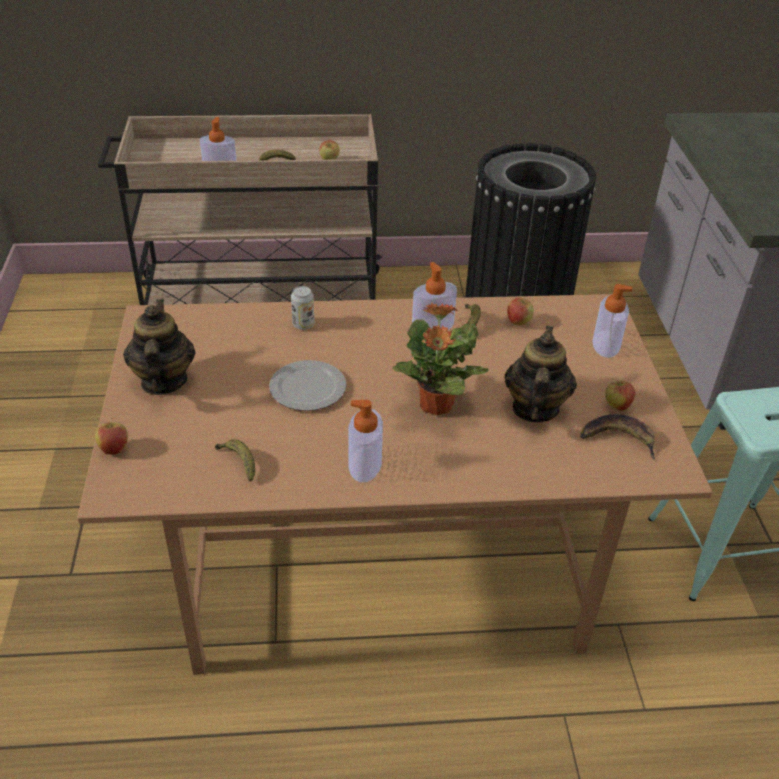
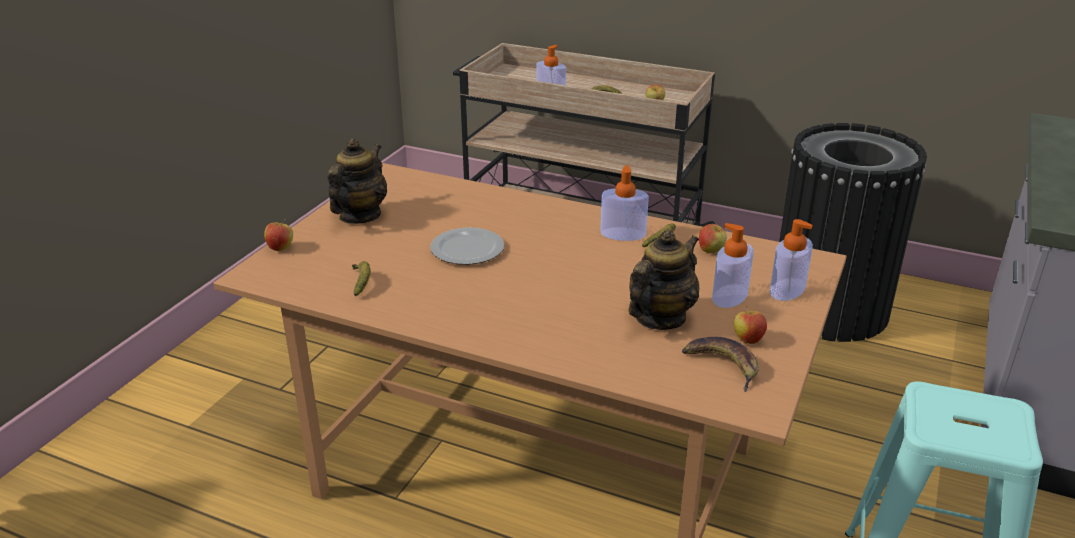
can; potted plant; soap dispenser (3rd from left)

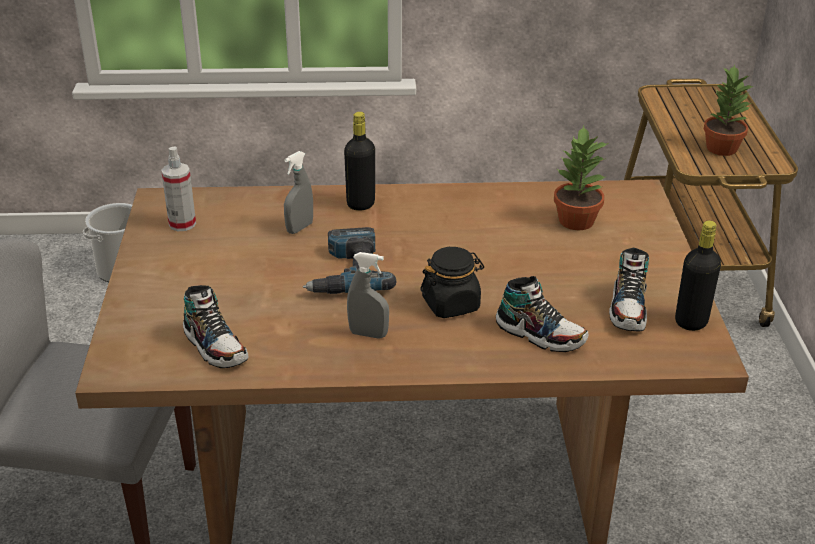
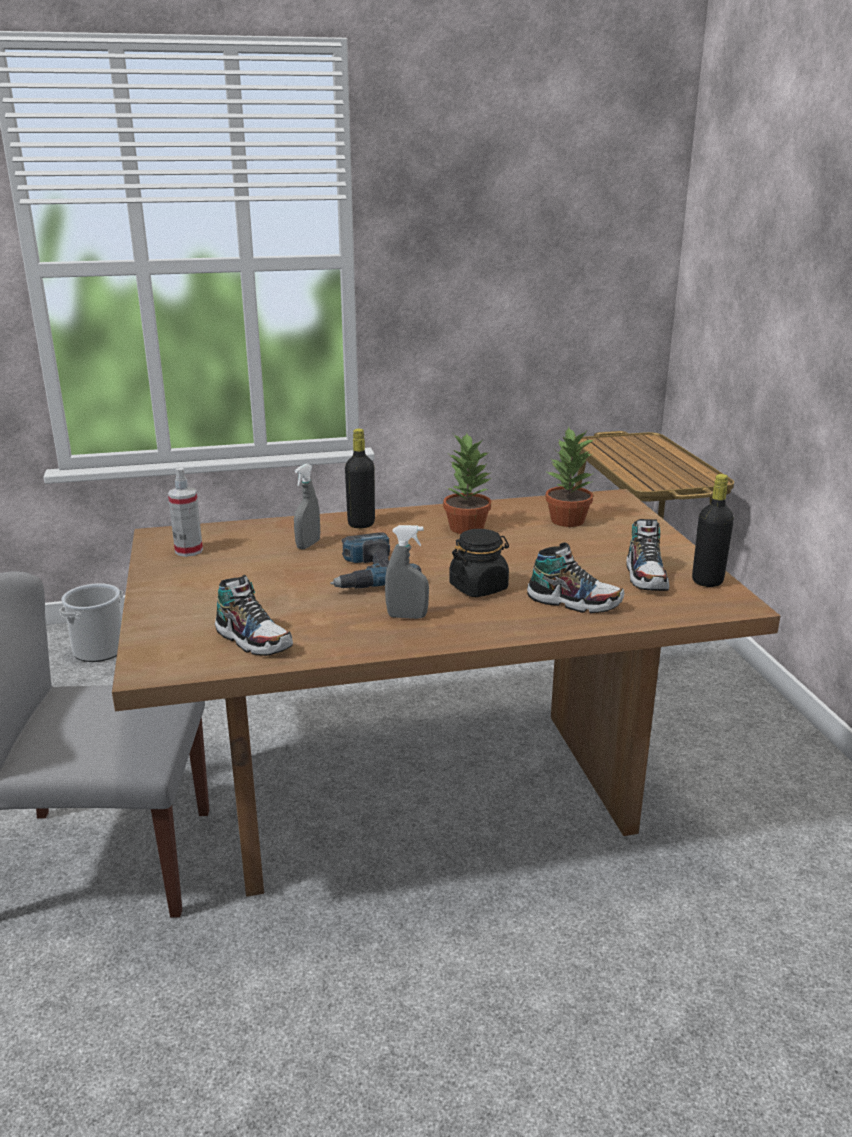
potted plant (1st from left)

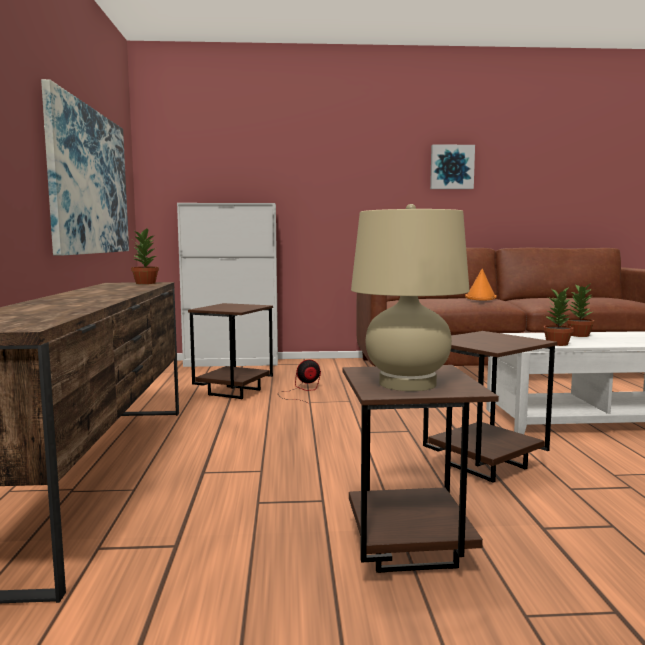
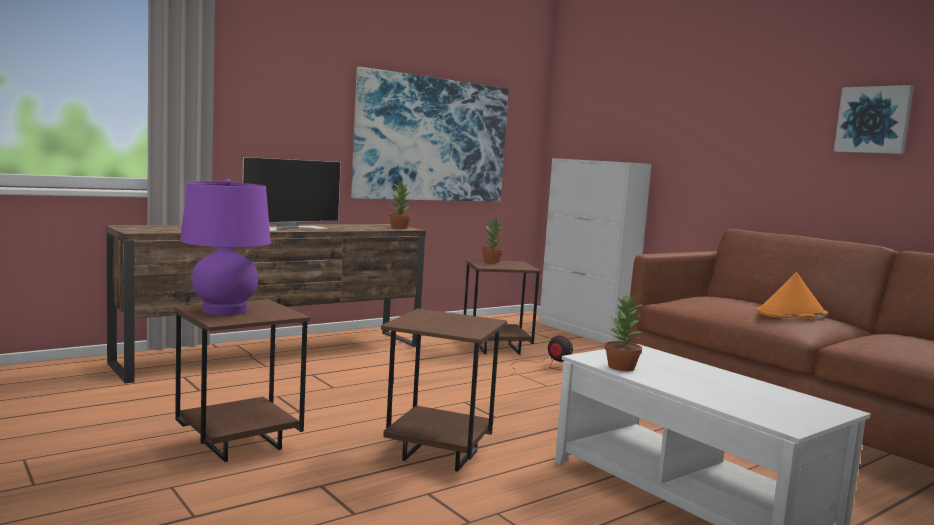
television; potted plant (2nd from left); purple table lamp

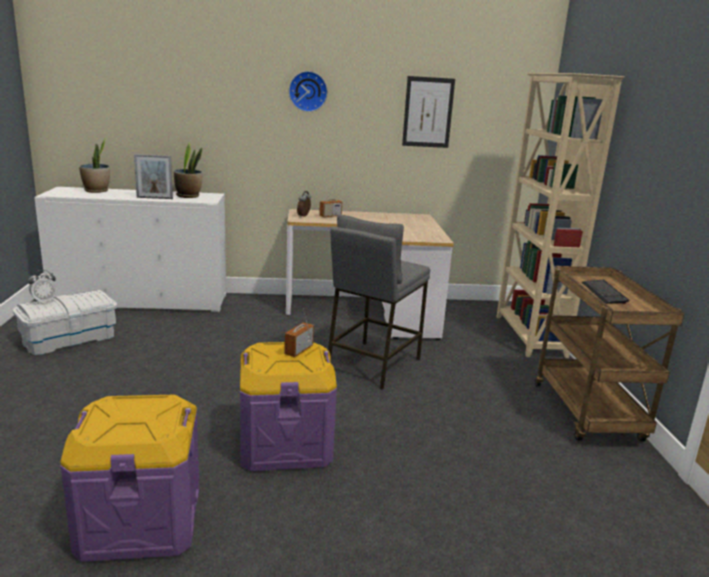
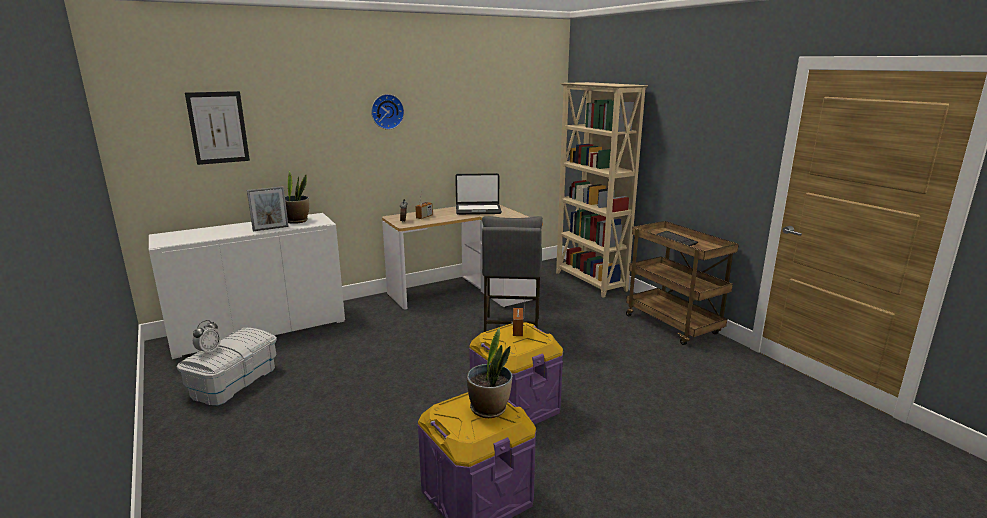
laptop; potted plant (2nd from left); picture

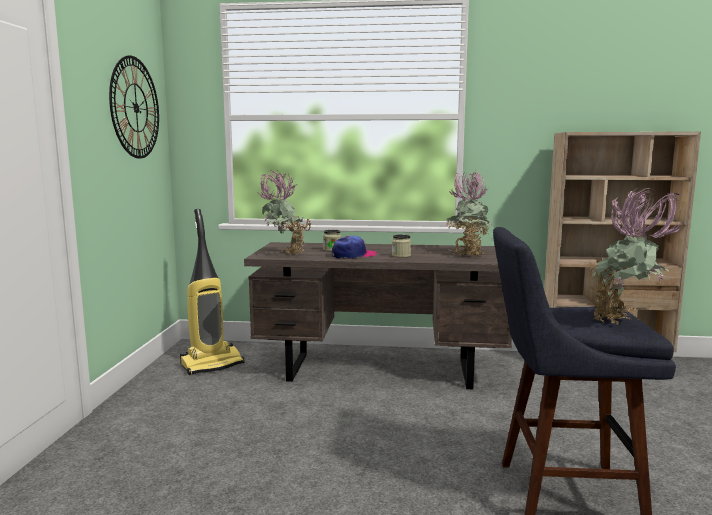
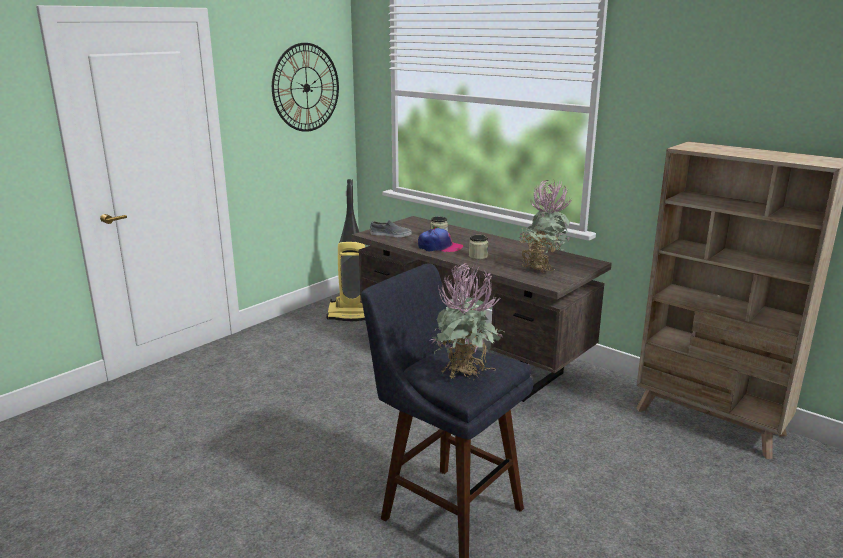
grey shoe

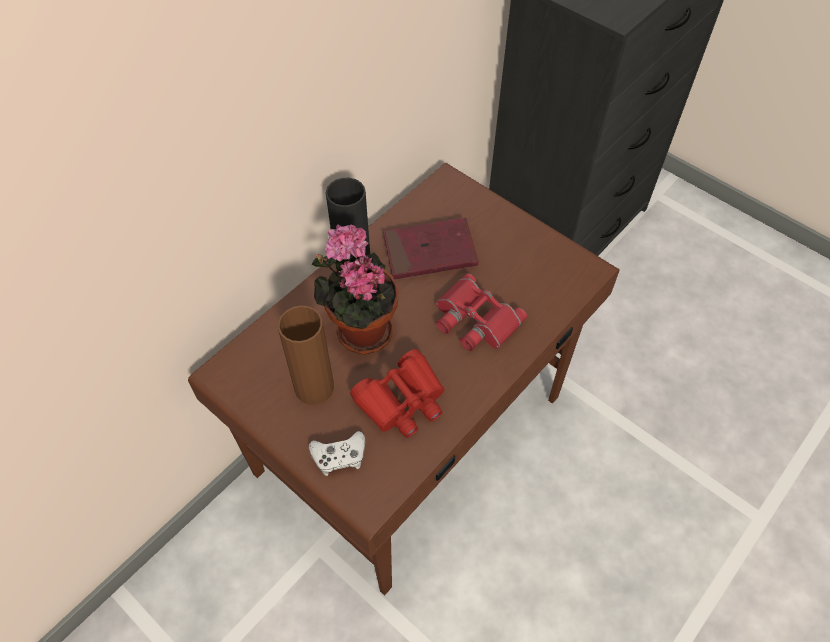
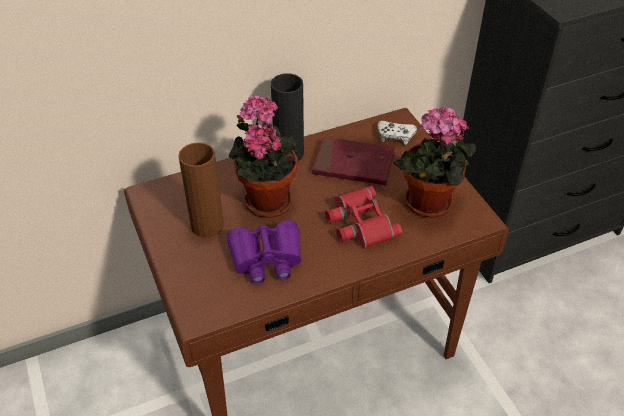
potted plant (2nd from left); white game controller; purple binoculars

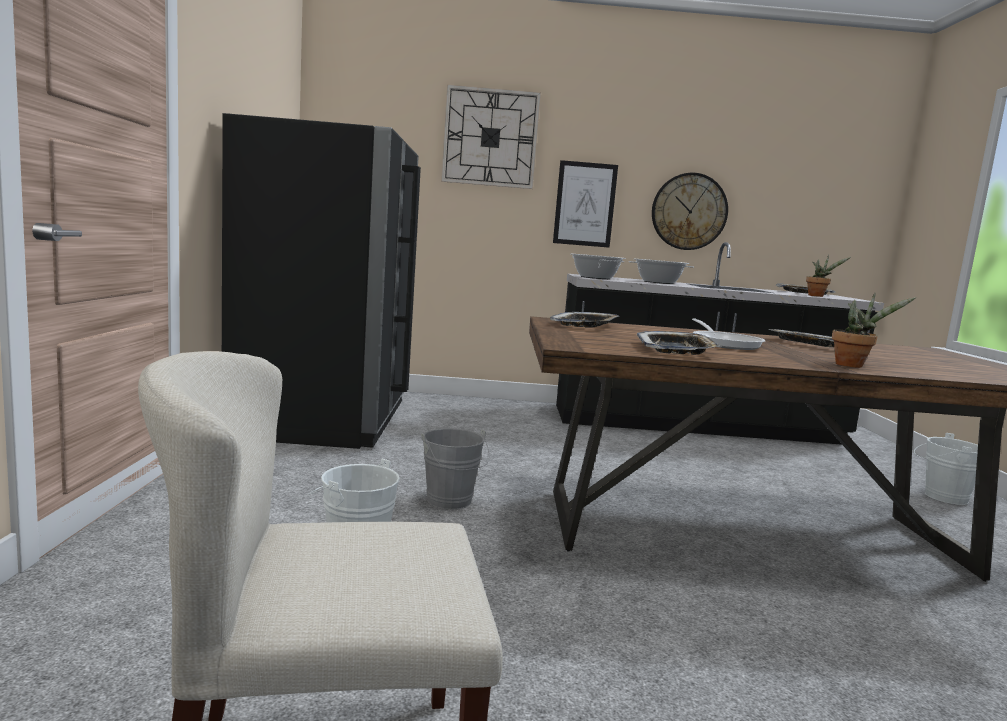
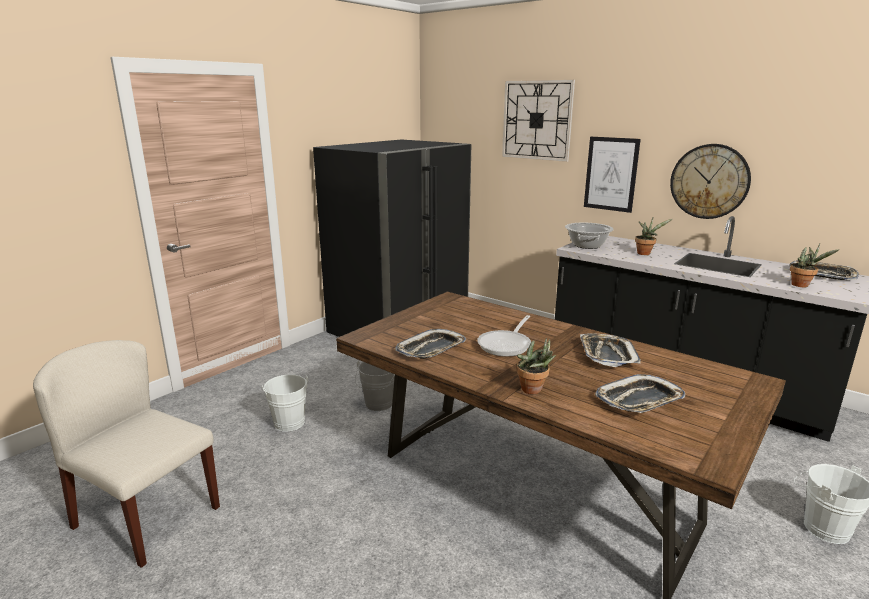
tray (3rd from left); potted plant (2nd from left)

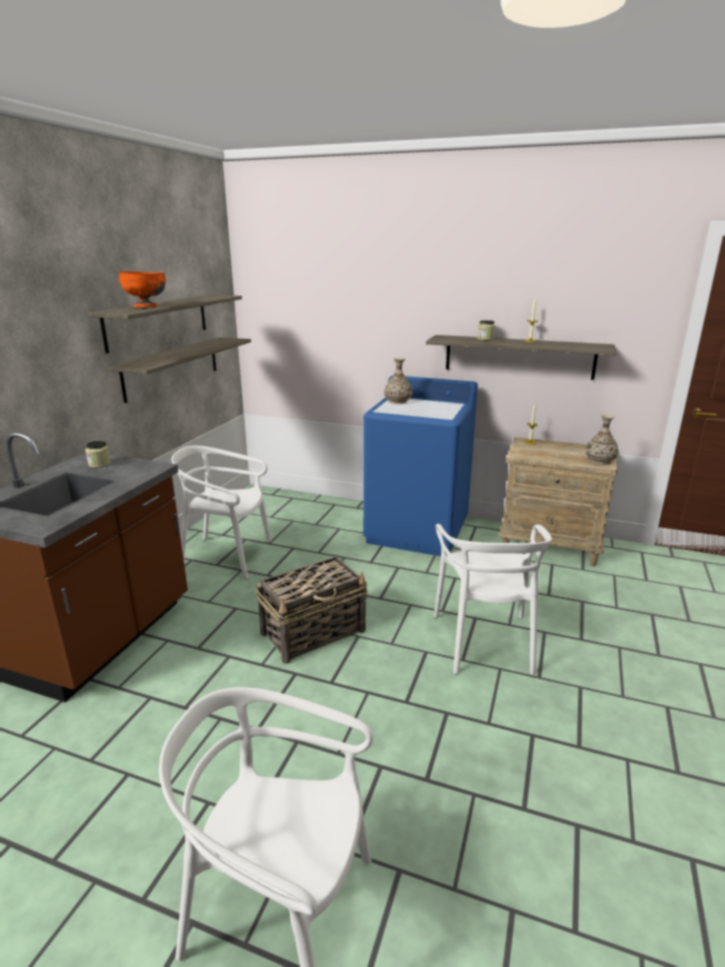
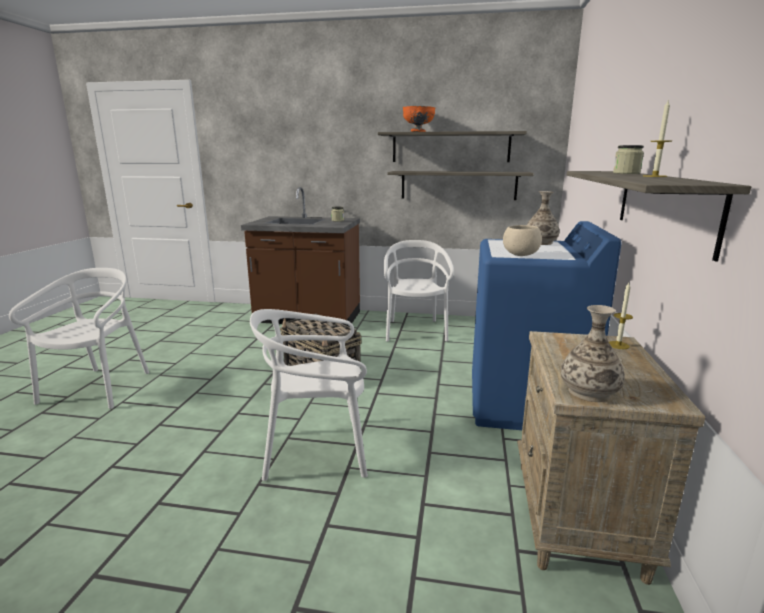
beige bowl

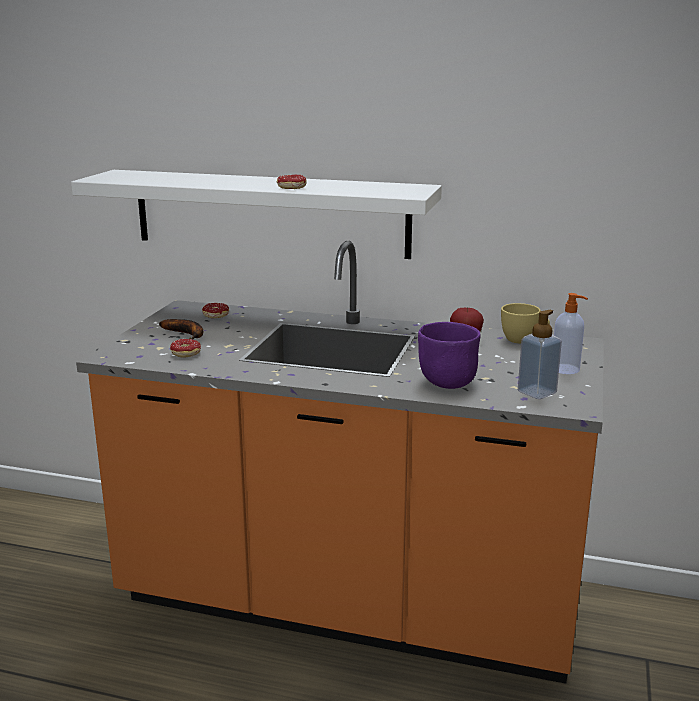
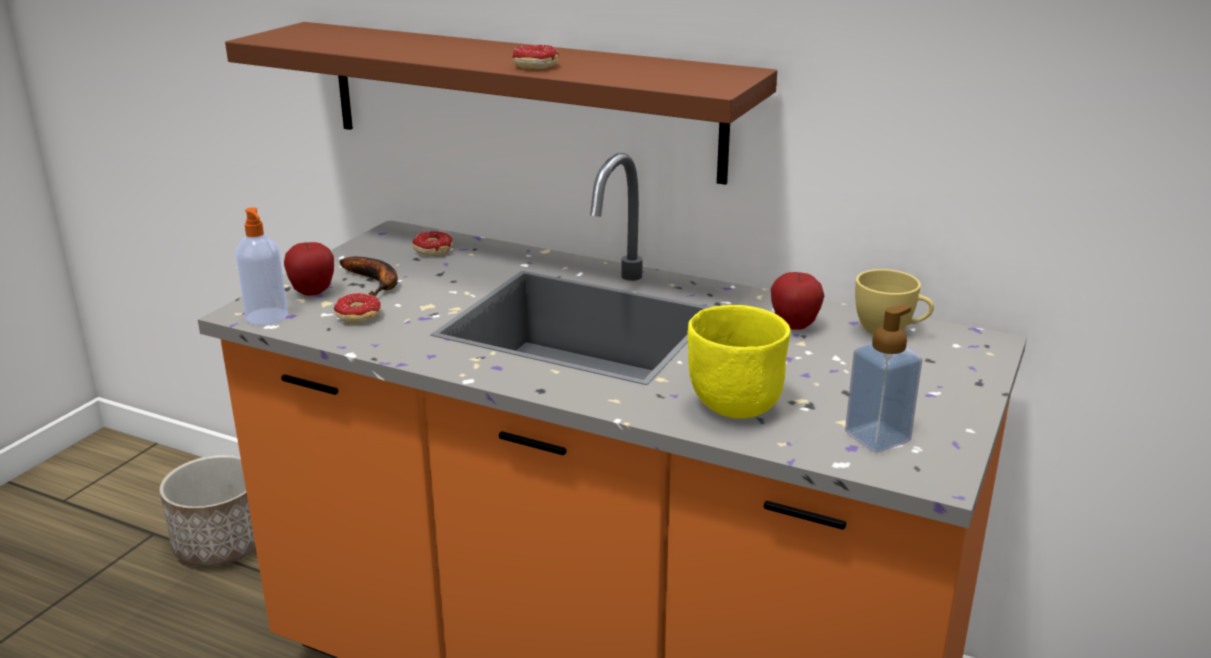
planter; apple (1st from left); soap dispenser (1st from left); brown shelf; yellow bowl

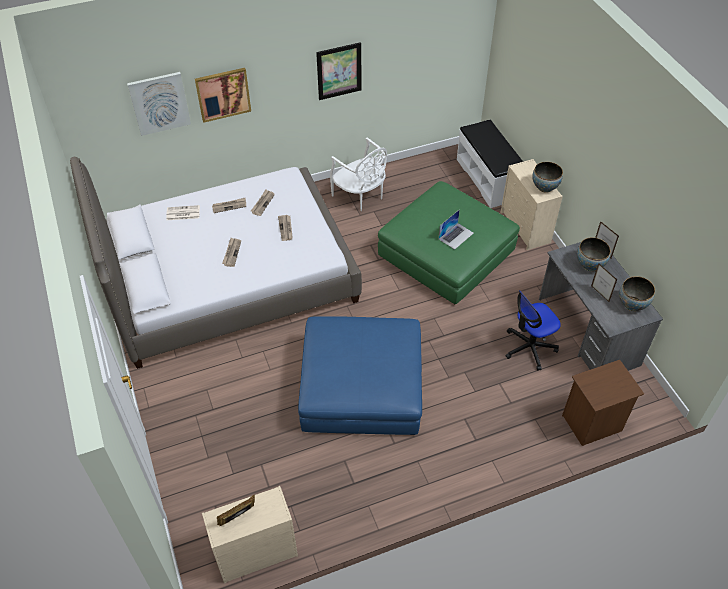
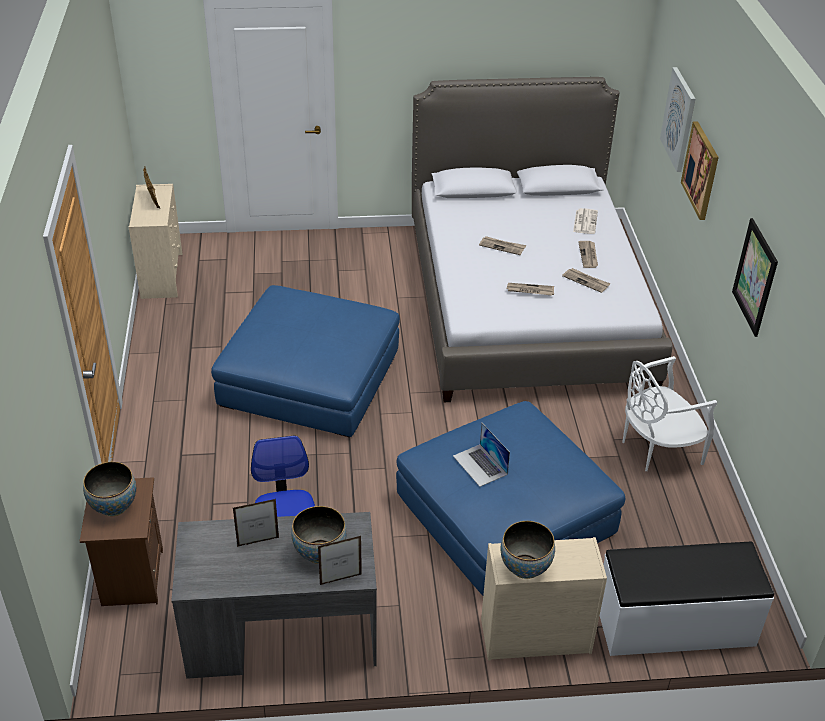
bowl (1st from left); blue ottoman (2nd from left)

